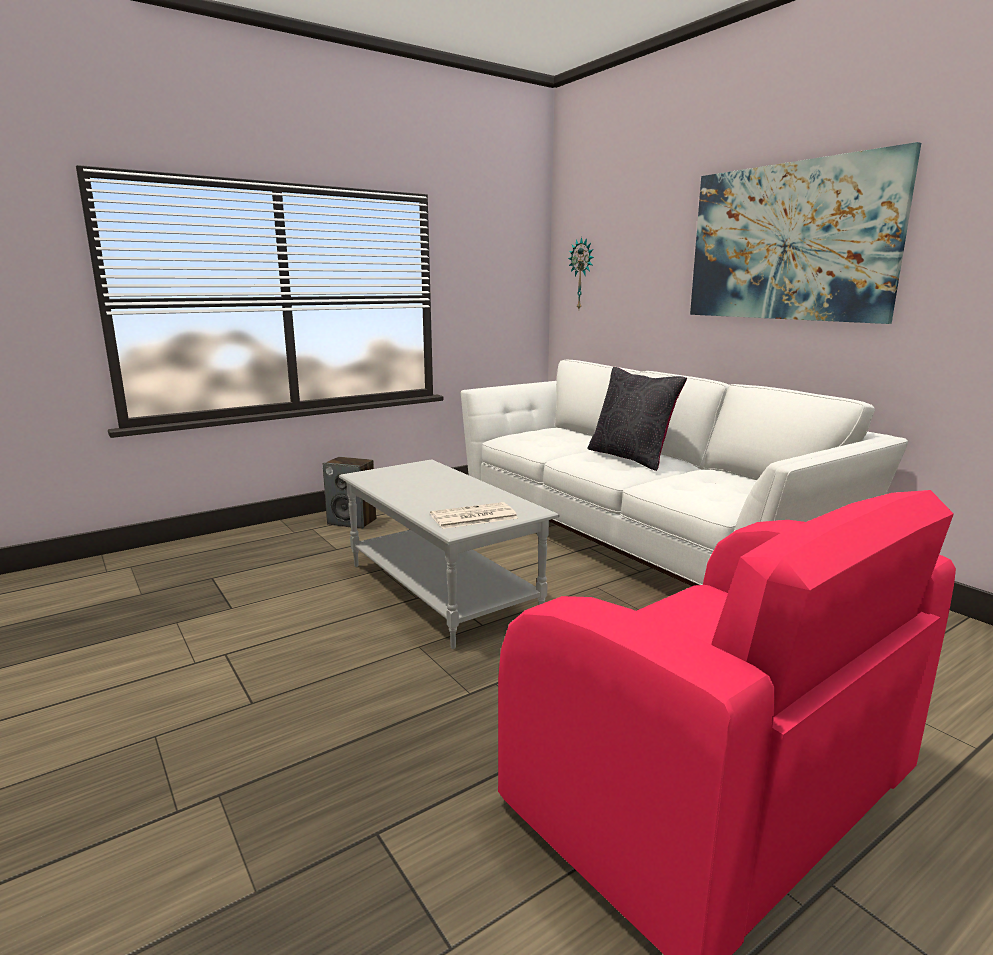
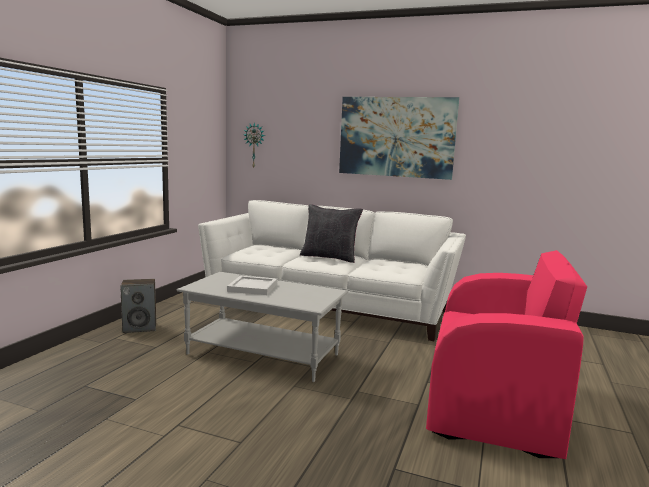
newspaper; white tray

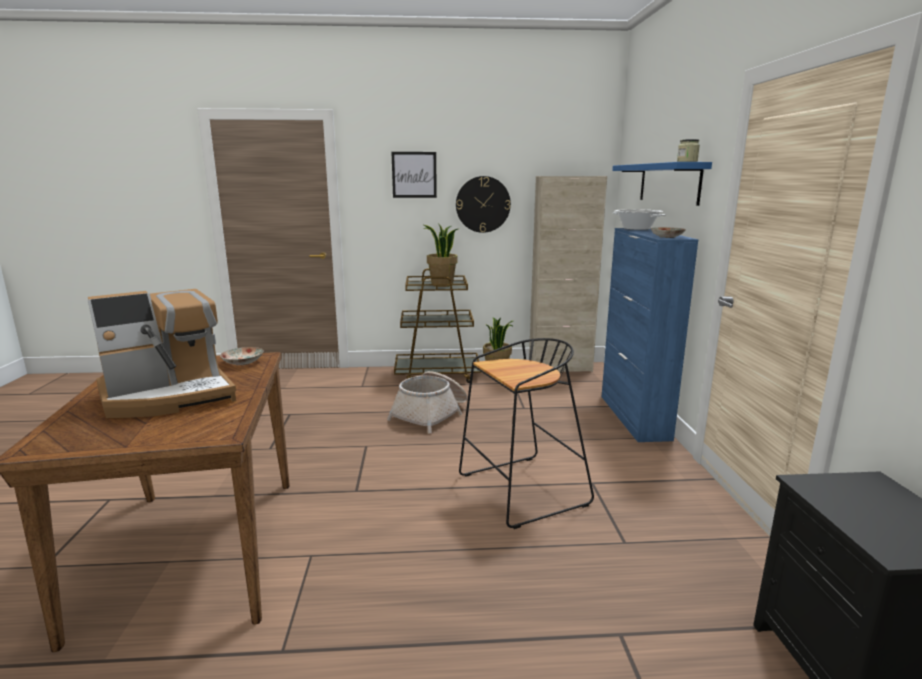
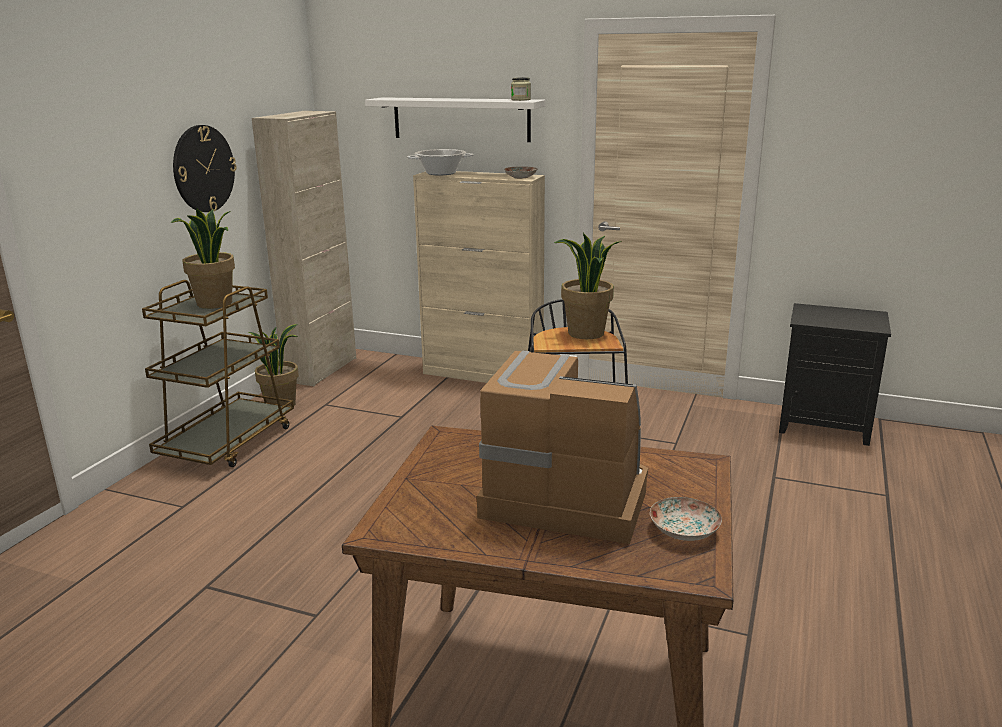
basket; picture; potted plant (3rd from left); plate (2nd from left); beige cabinet (2nd from left); white shelf; coffee machine

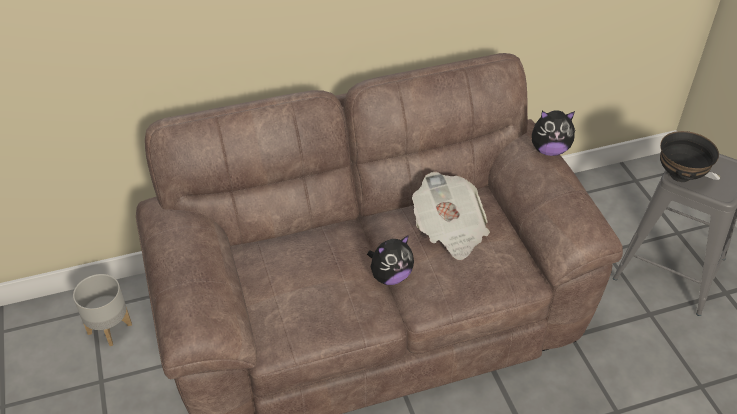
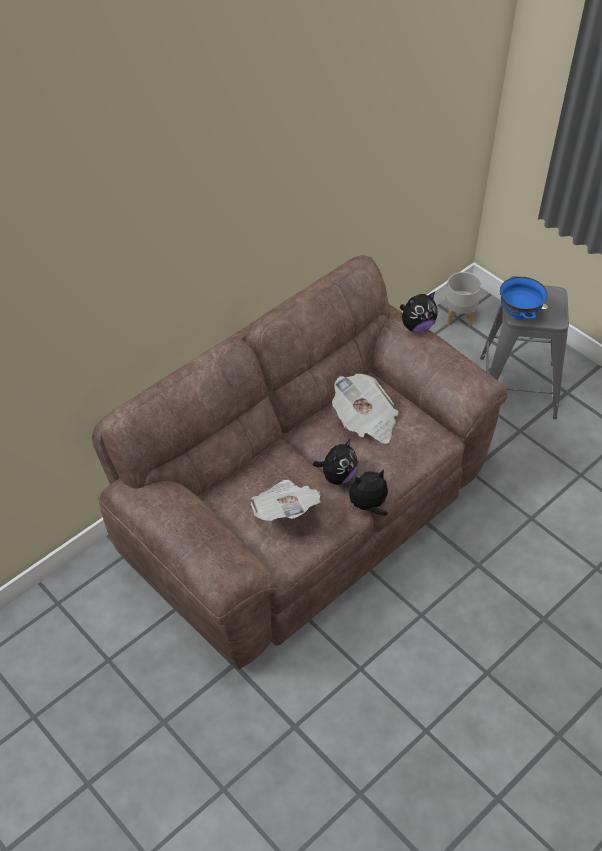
newspaper (1st from left); plush toy (2nd from left); grey planter; blue bowl

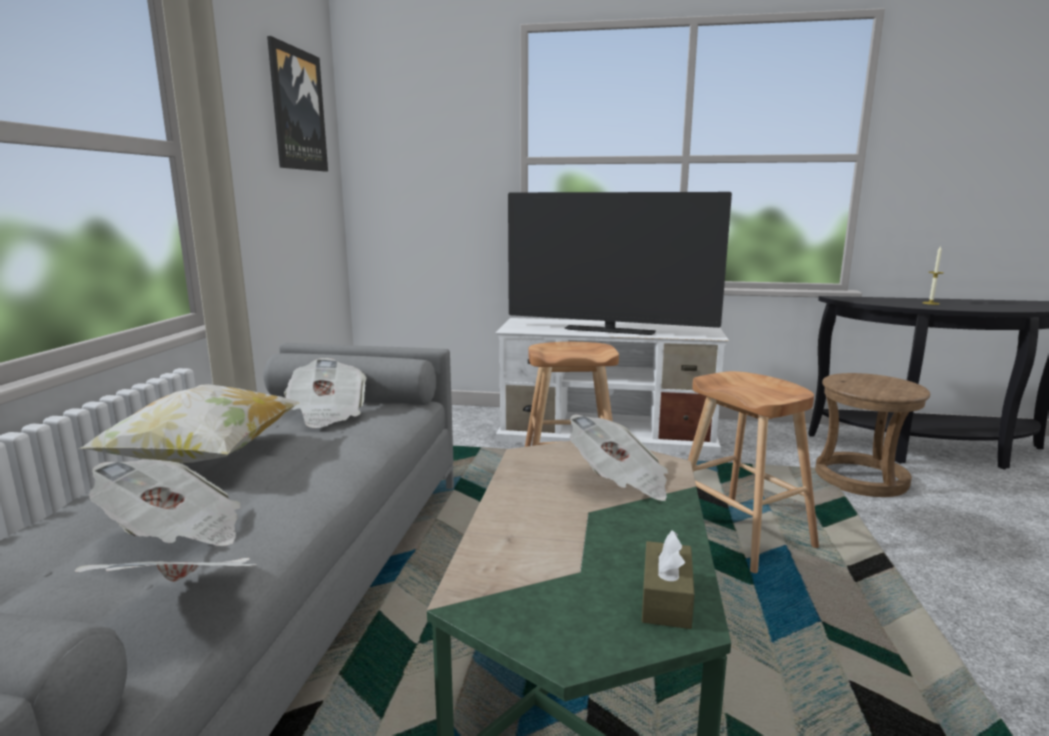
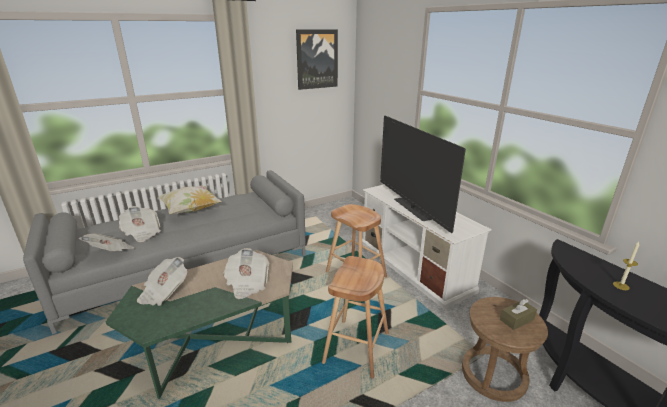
newspaper (3rd from left); brown tissue box

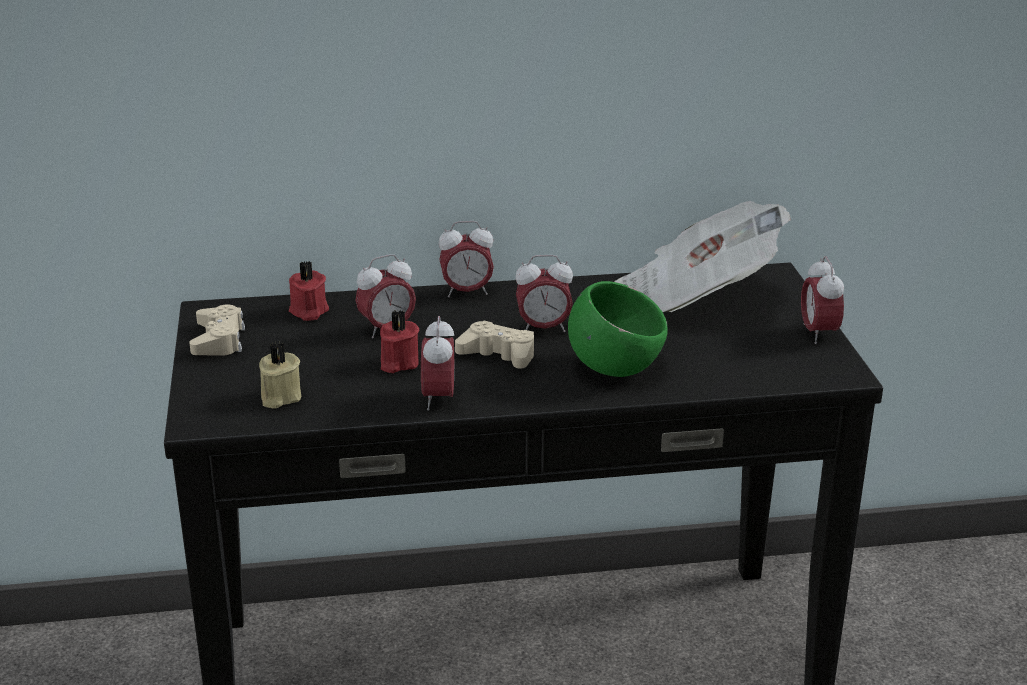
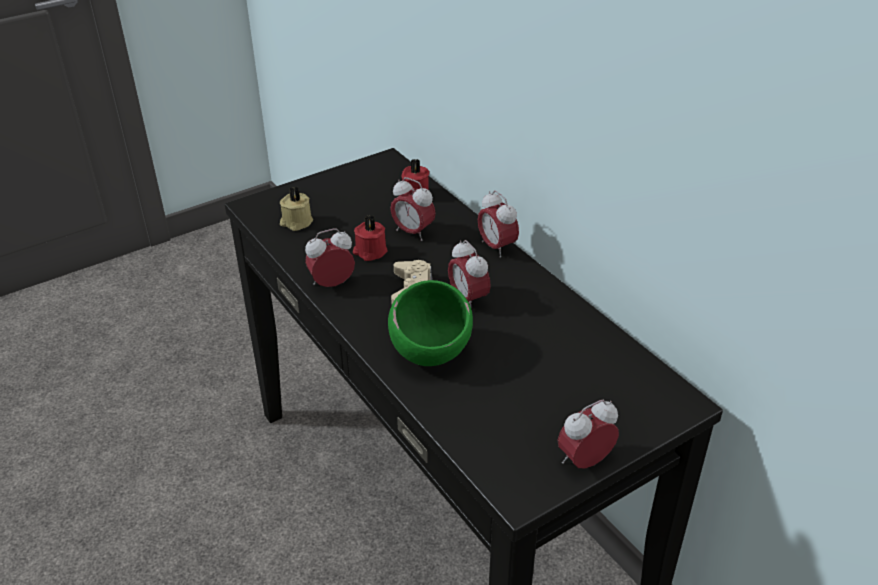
beige game controller (1st from left in the first image); newspaper

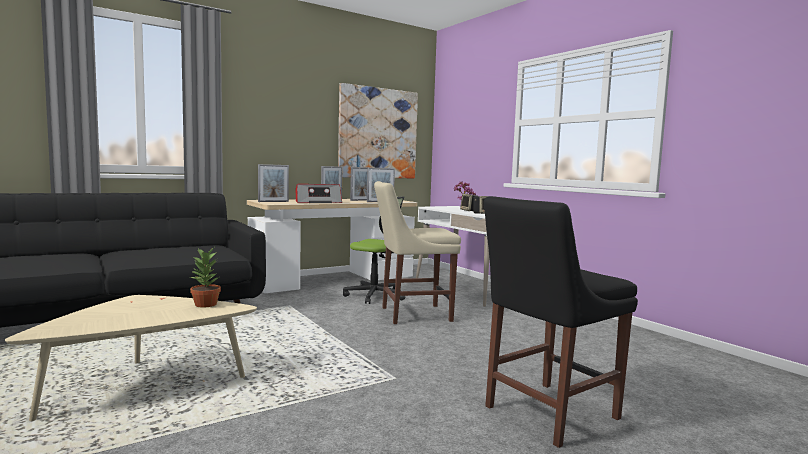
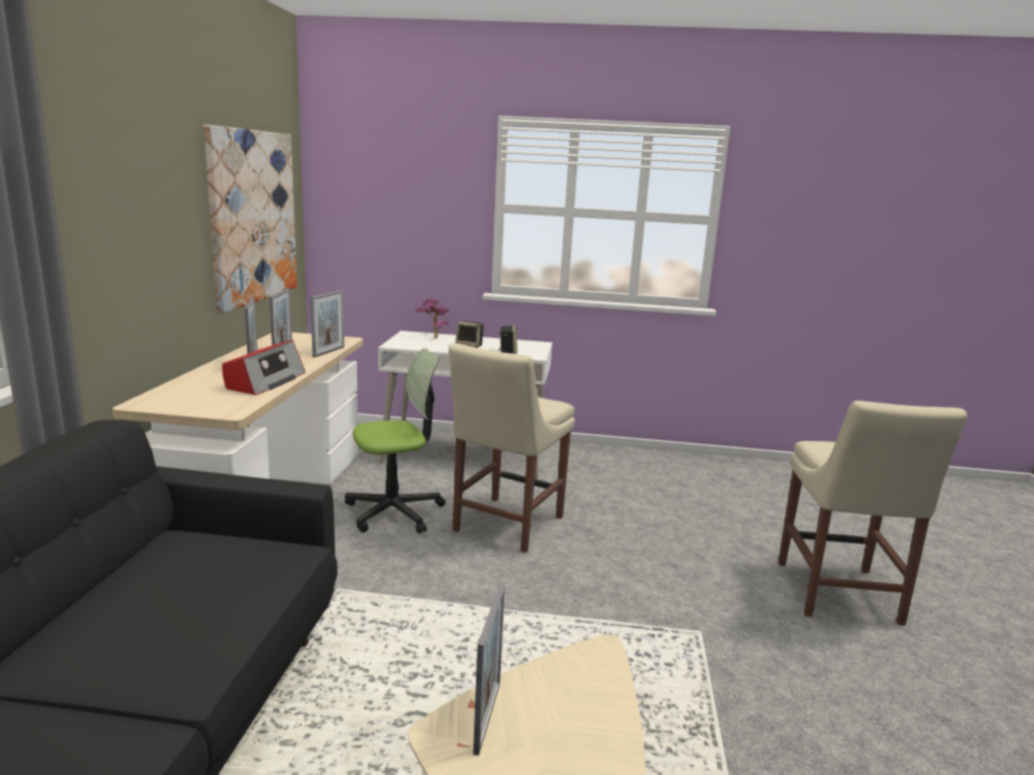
potted plant (1st from left in the first image); picture frame (4th from left); beige chair (2nd from left)

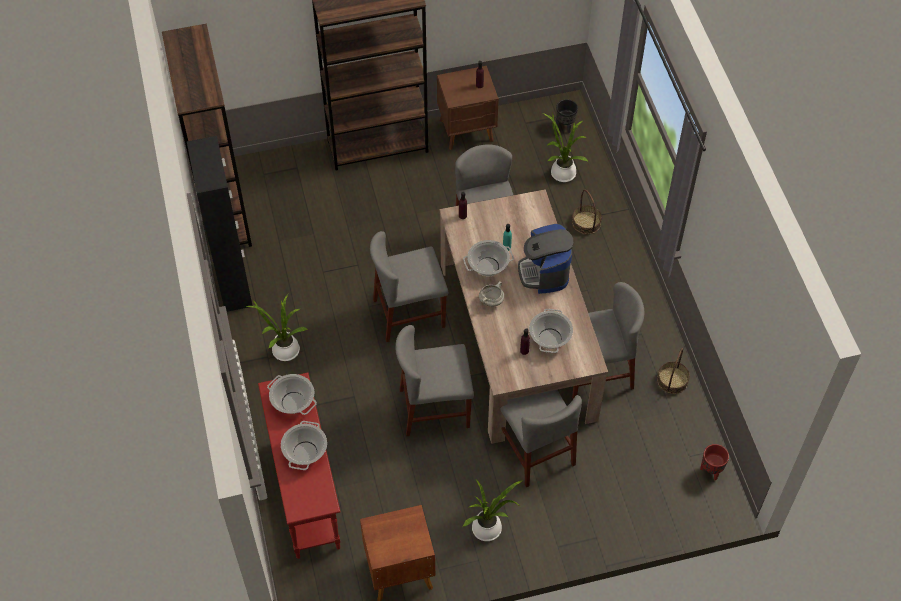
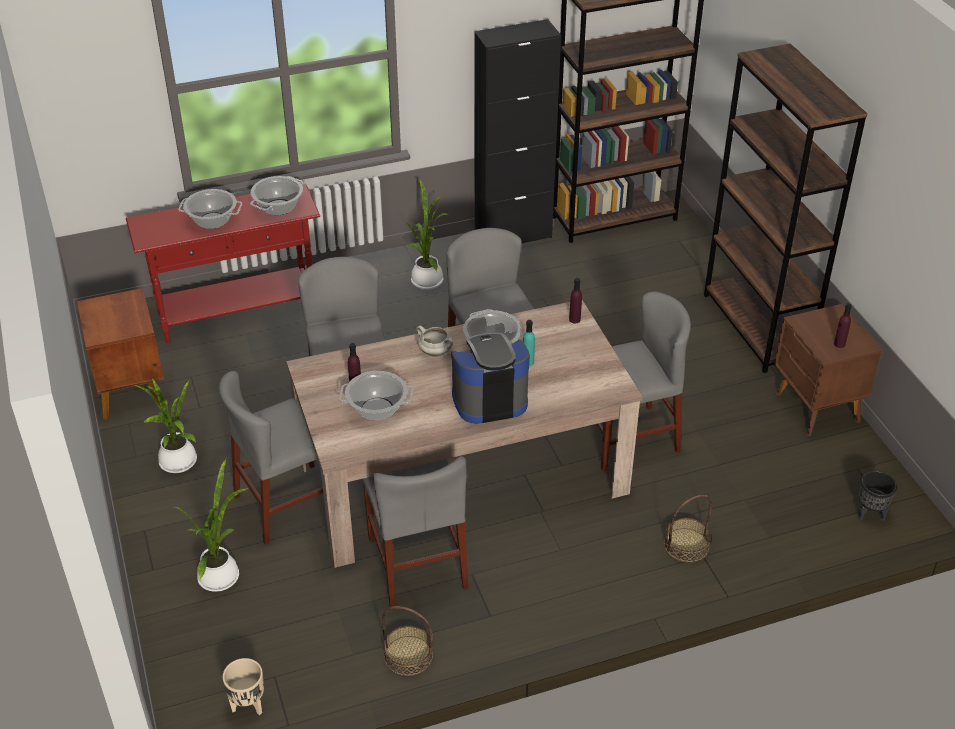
potted plant (2nd from left); beige planter

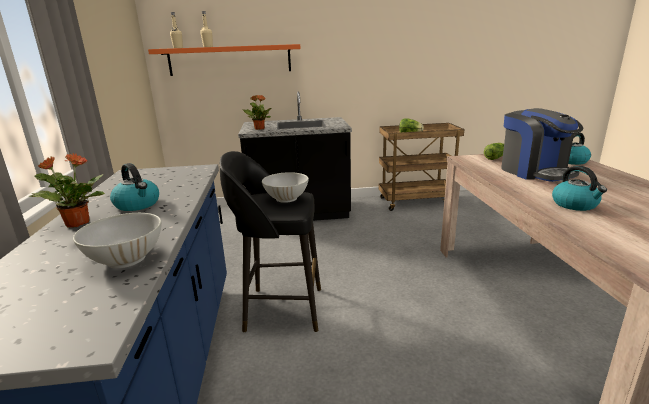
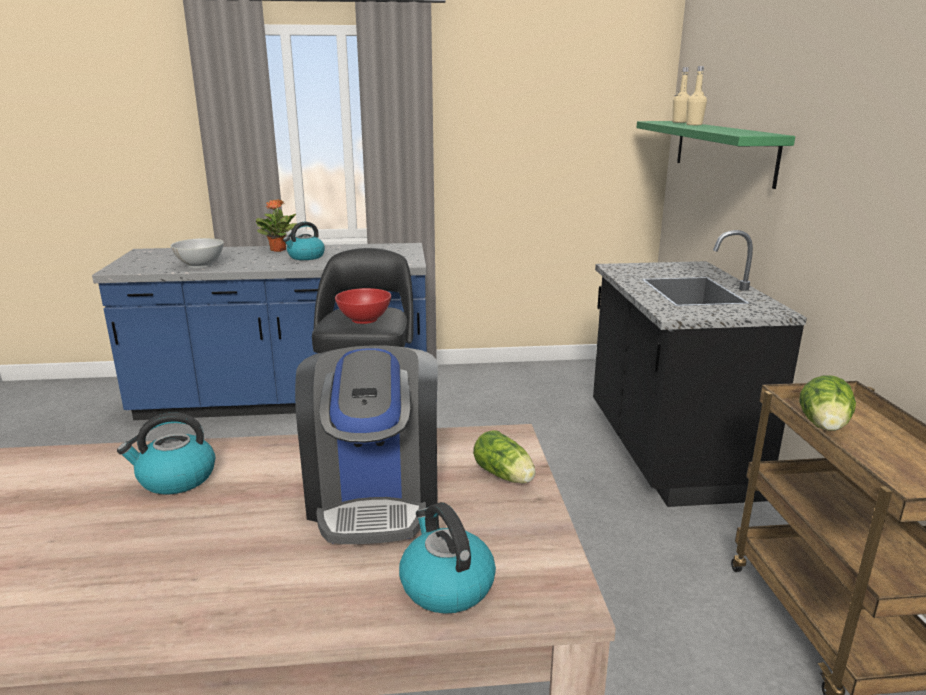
potted plant (2nd from left in the first image); green shelf; red bowl; coffee machine

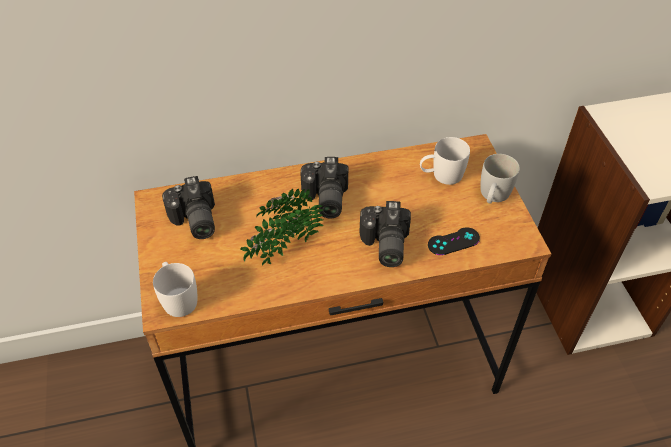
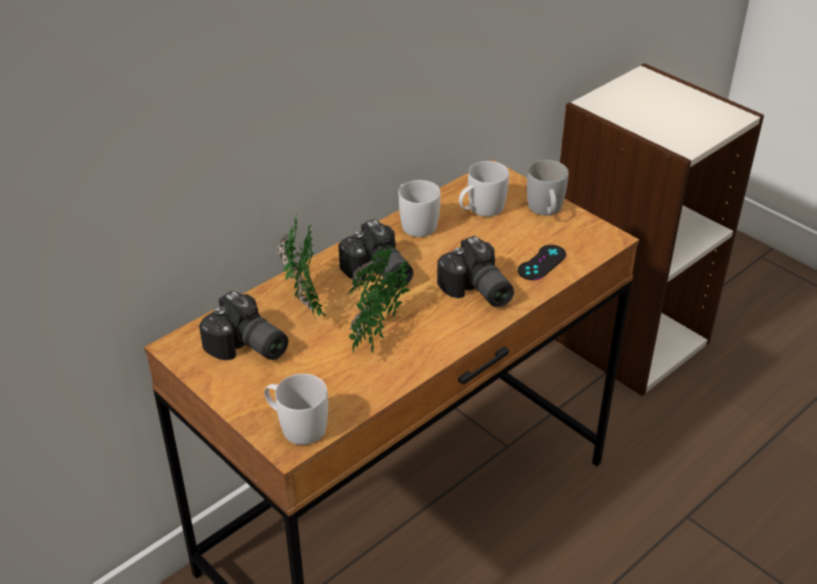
potted plant (1st from left); white mug (2nd from left)

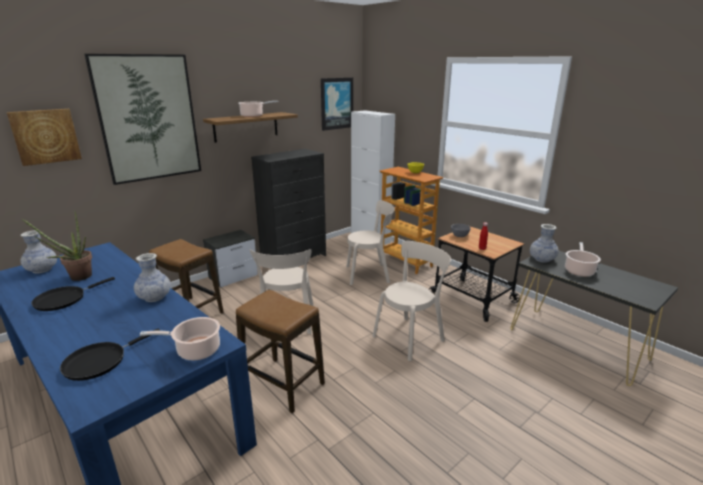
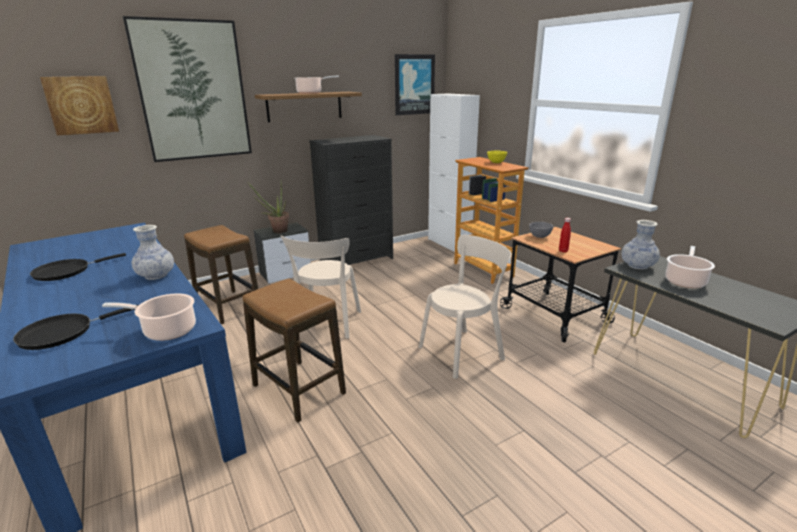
vase (1st from left in the first image); beige chair (2nd from left in the first image); potted plant

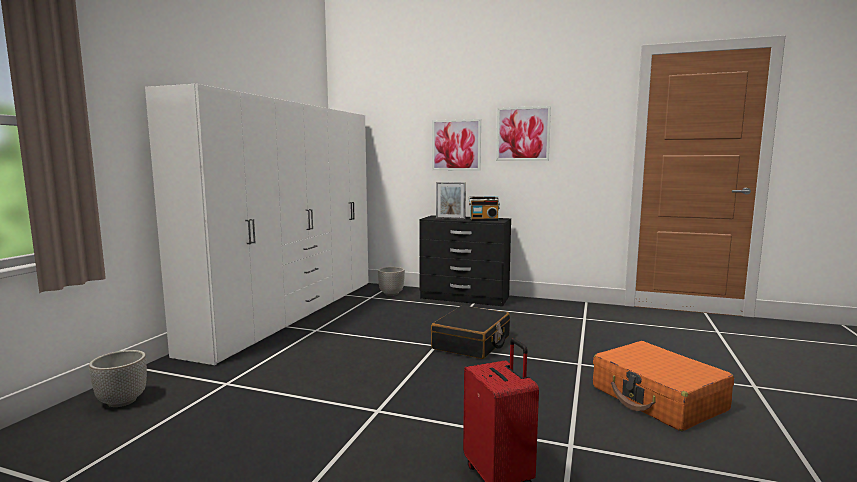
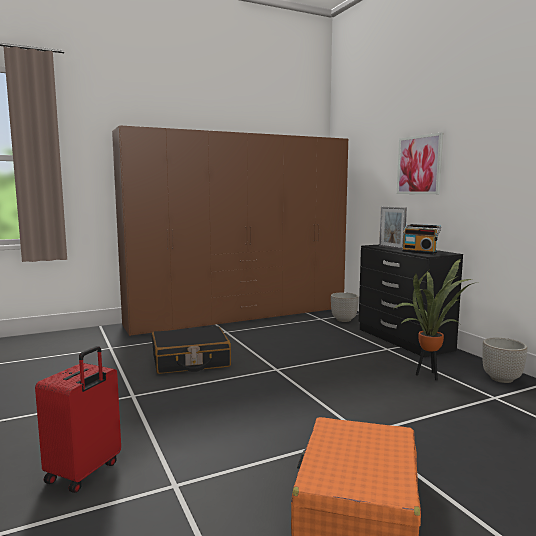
picture (2nd from left in the first image); potted plant; planter (2nd from left); black suitcase; brown wardrobe

